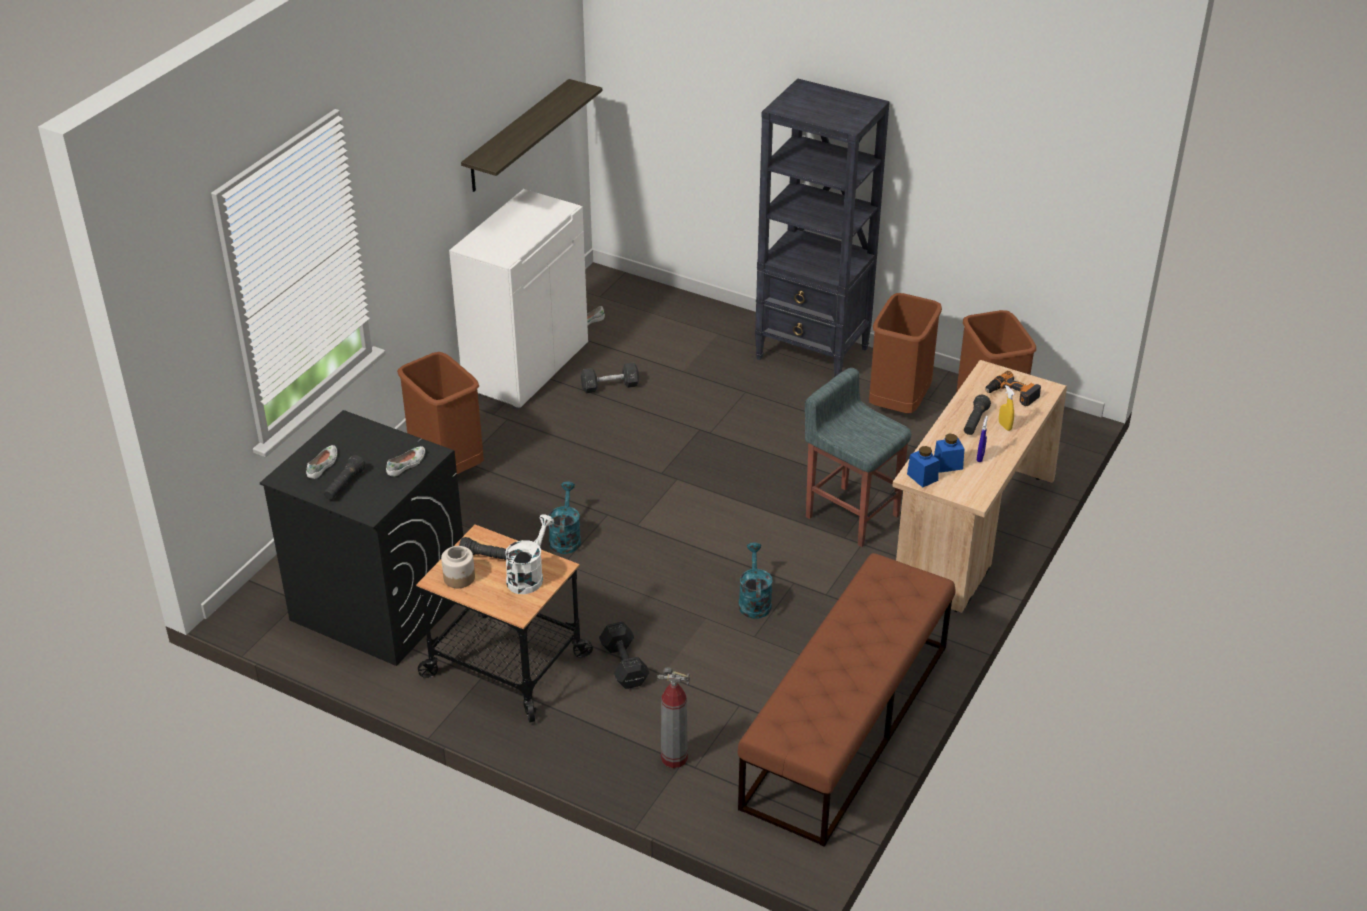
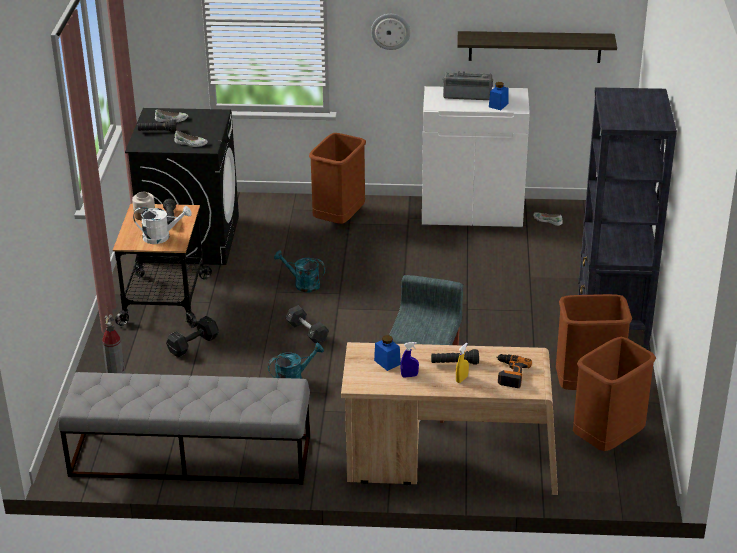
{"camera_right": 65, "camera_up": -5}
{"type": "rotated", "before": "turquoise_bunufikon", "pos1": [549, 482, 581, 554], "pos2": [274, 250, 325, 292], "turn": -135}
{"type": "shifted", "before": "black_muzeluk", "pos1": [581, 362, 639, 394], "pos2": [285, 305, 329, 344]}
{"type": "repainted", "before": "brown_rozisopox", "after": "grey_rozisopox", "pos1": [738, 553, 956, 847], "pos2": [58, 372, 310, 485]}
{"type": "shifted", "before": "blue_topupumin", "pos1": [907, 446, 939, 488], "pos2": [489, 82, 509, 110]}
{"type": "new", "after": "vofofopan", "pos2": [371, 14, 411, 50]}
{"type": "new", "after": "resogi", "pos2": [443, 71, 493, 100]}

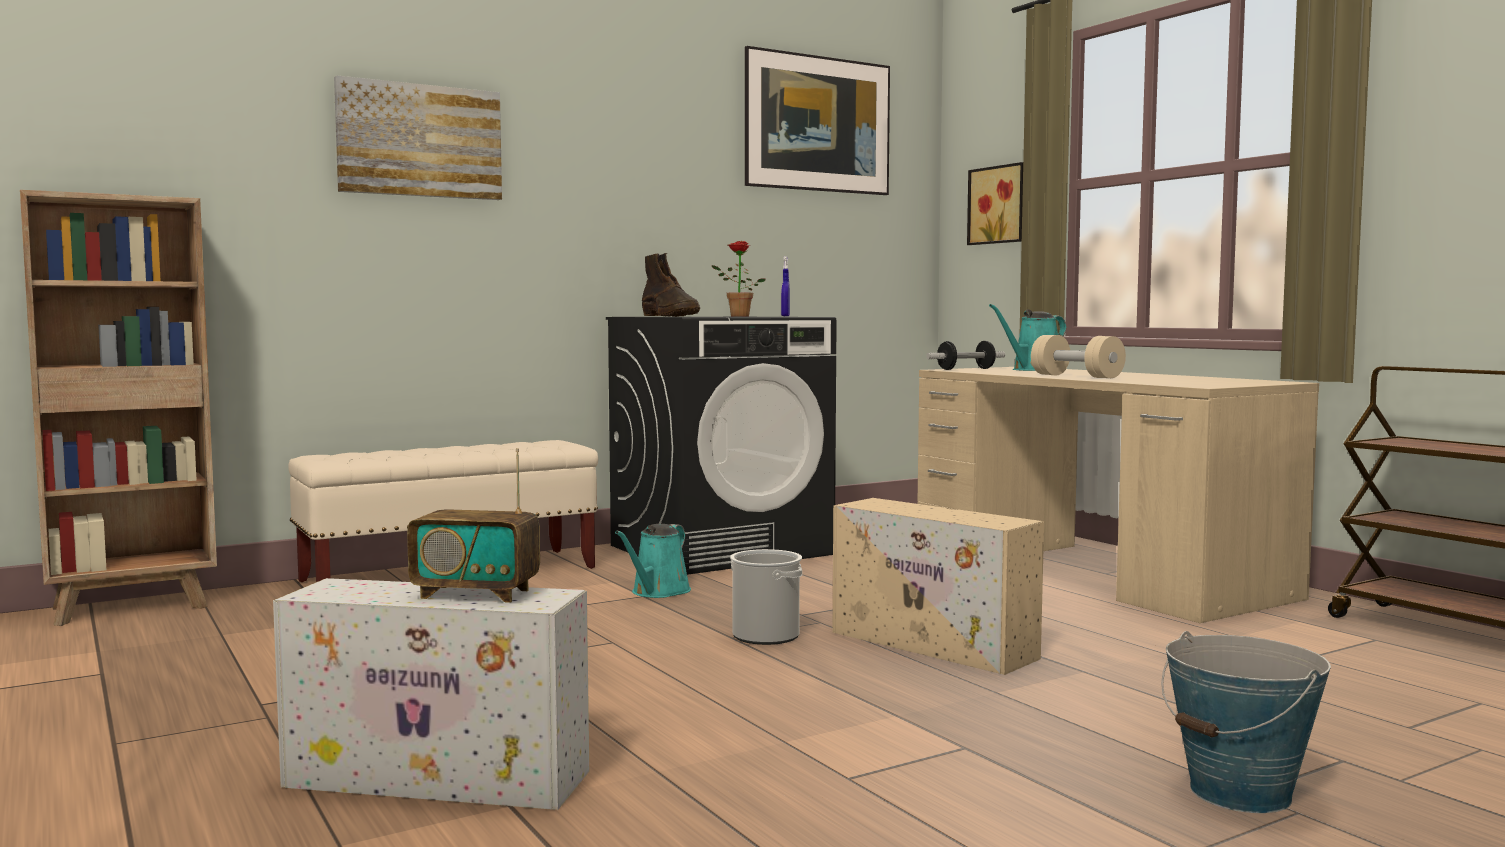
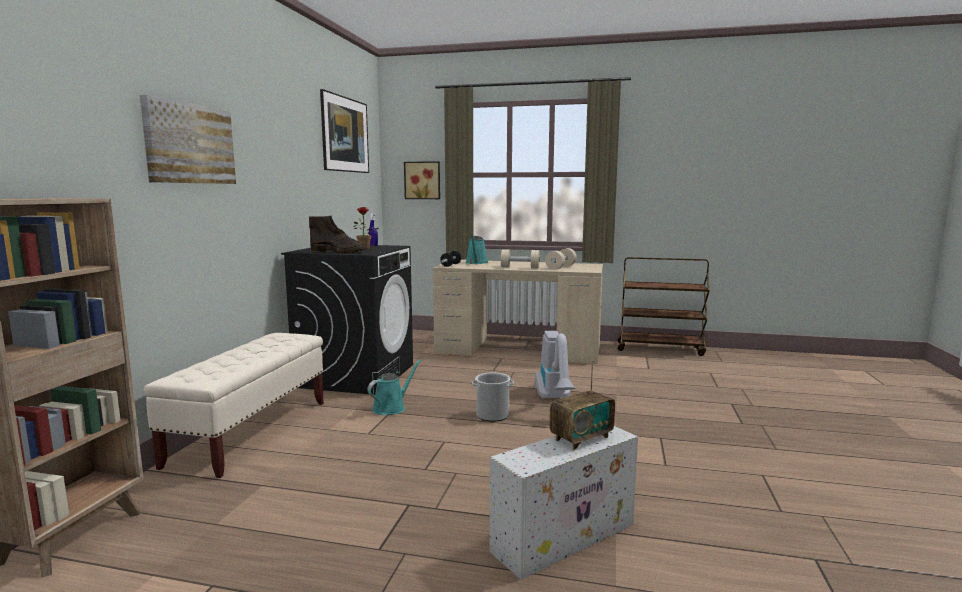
{"camera_right": -45, "camera_up": 5}
{"type": "rotated", "before": "turquoise_bunufikon", "pos1": [615, 524, 691, 598], "pos2": [367, 359, 422, 415], "turn": -120}
{"type": "swapped", "before": "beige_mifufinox", "after": "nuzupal", "pos1": [833, 498, 1044, 675], "pos2": [535, 331, 576, 399]}
{"type": "gone", "before": "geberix", "pos1": [1161, 631, 1331, 813]}
{"type": "new", "after": "beige_muzeluk", "pos2": [545, 248, 577, 270]}

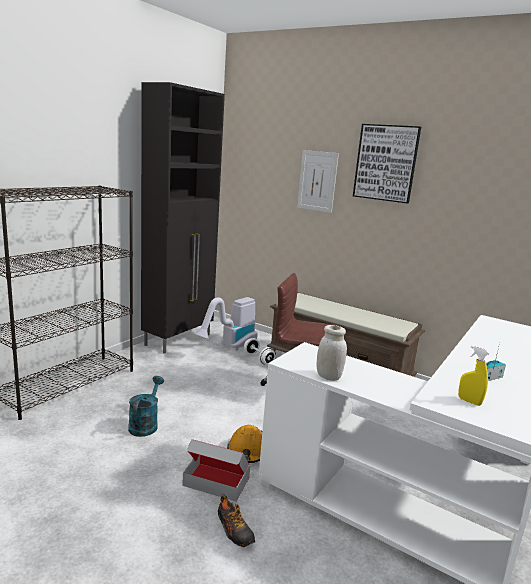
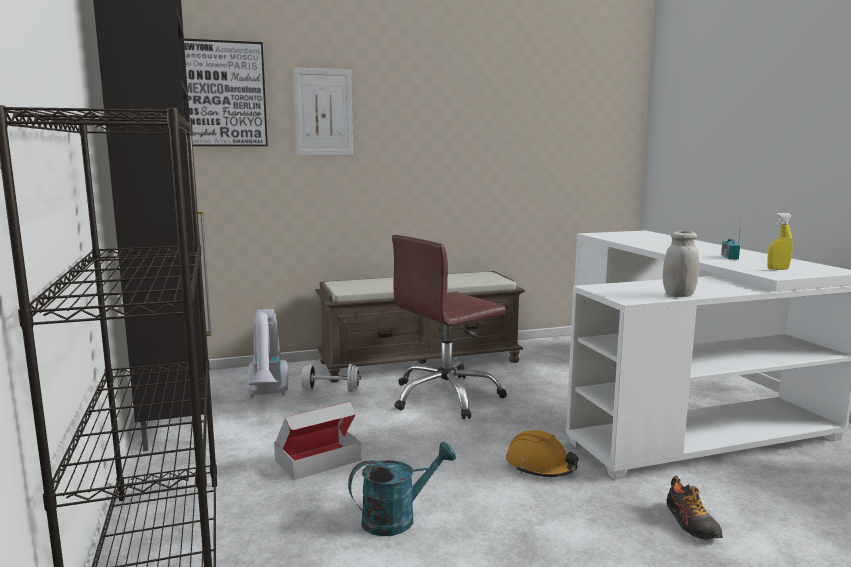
{"camera_right": -50, "camera_up": -5}
{"type": "rotated", "before": "turquoise_bunufikon", "pos1": [128, 376, 164, 437], "pos2": [348, 442, 456, 536], "turn": 105}
{"type": "shifted", "before": "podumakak", "pos1": [182, 439, 250, 501], "pos2": [274, 402, 361, 480]}
{"type": "rotated", "before": "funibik", "pos1": [218, 494, 255, 547], "pos2": [666, 476, 723, 540], "turn": 75}
{"type": "shifted", "before": "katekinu", "pos1": [353, 124, 421, 203], "pos2": [184, 39, 268, 146]}

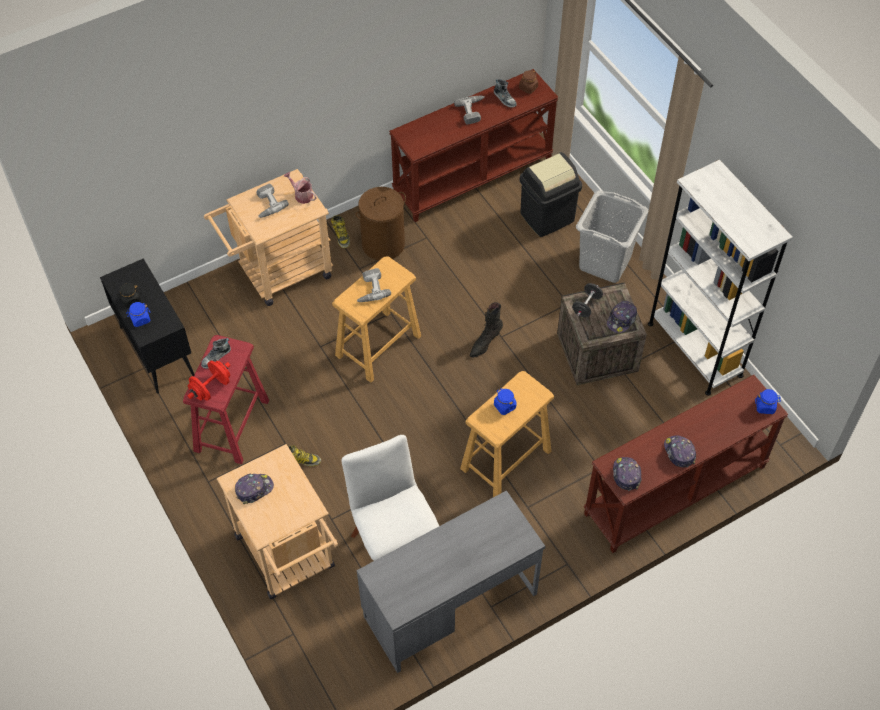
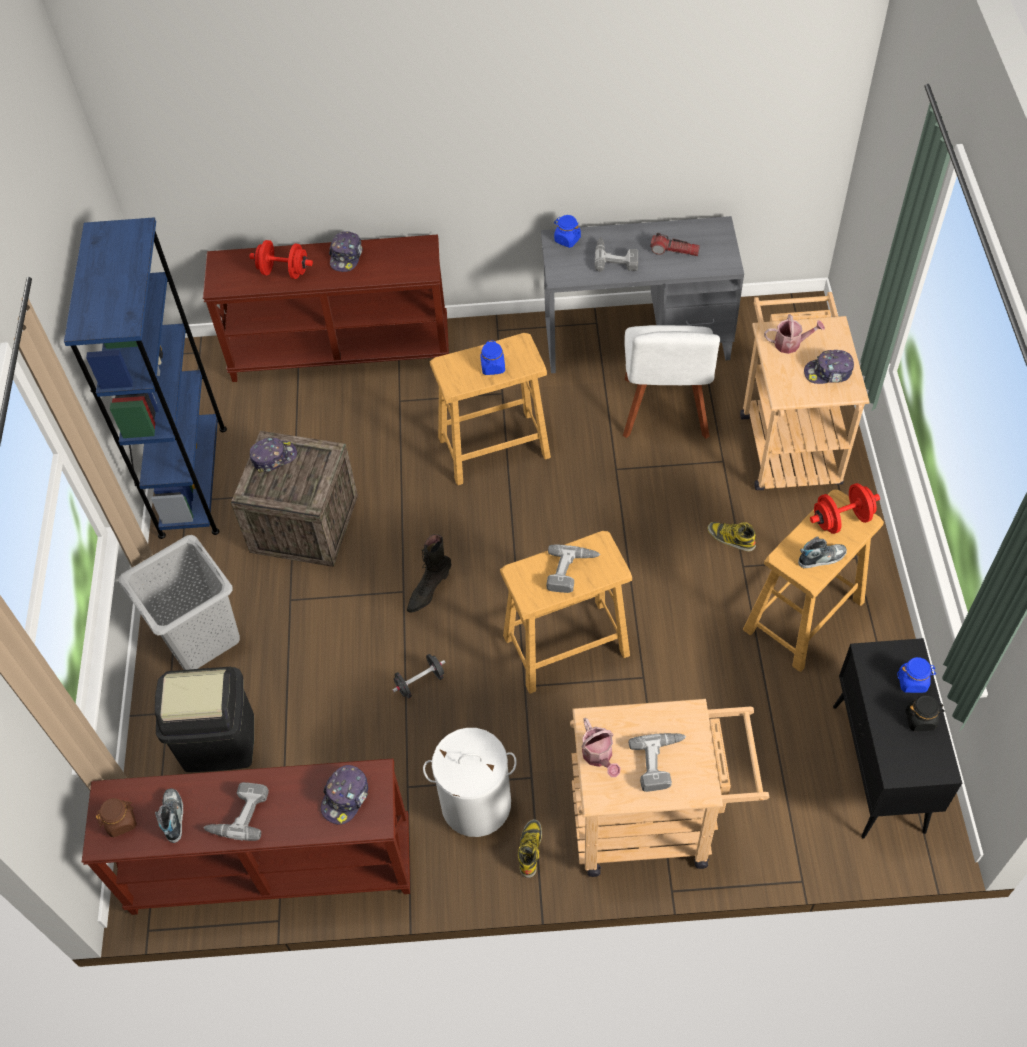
{"camera_right": -150, "camera_up": 0}
{"type": "repainted", "before": "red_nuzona", "after": "beige_nuzona", "pos1": [183, 335, 269, 464], "pos2": [743, 490, 884, 672]}
{"type": "repainted", "before": "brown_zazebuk", "after": "white_zazebuk", "pos1": [355, 187, 406, 260], "pos2": [423, 728, 517, 837]}
{"type": "rotated", "before": "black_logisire", "pos1": [470, 302, 503, 357], "pos2": [407, 534, 451, 612], "turn": 150}
{"type": "shifted", "before": "black_muzeluk", "pos1": [572, 283, 603, 317], "pos2": [393, 654, 446, 698]}
{"type": "shifted", "before": "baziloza", "pos1": [613, 457, 642, 491], "pos2": [321, 765, 368, 825]}
{"type": "repainted", "before": "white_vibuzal", "after": "blue_vibuzal", "pos1": [648, 160, 793, 396], "pos2": [64, 217, 227, 539]}
{"type": "shifted", "before": "blue_topupumin", "pos1": [755, 389, 781, 414], "pos2": [554, 215, 581, 248]}
{"type": "new", "after": "red_muzeluk", "pos2": [250, 240, 313, 279]}
{"type": "new", "after": "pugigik", "pos2": [595, 237, 638, 272]}
{"type": "new", "after": "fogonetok", "pos2": [650, 233, 700, 256]}
{"type": "new", "after": "bunufikon", "pos2": [764, 314, 825, 354]}

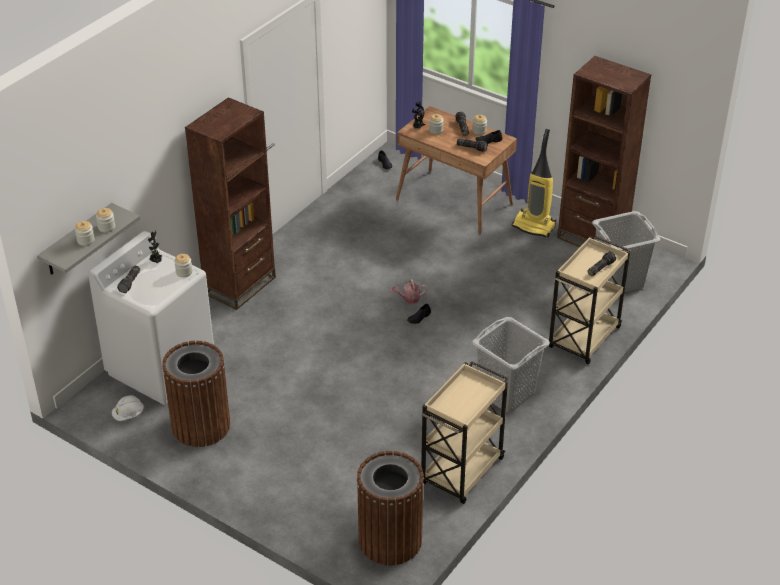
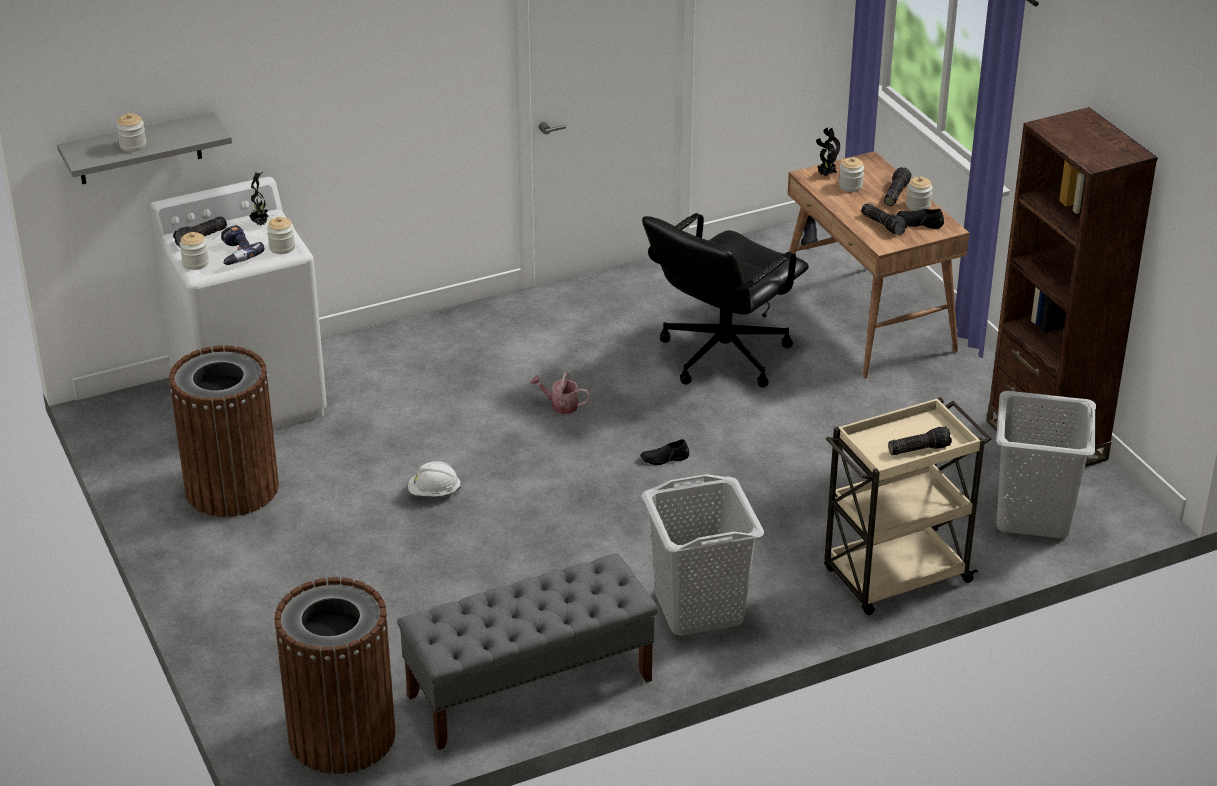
{"camera_right": 30, "camera_up": -5}
{"type": "shifted", "before": "topupumin", "pos1": [96, 208, 115, 233], "pos2": [180, 232, 209, 270]}
{"type": "shifted", "before": "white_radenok", "pos1": [112, 395, 144, 421], "pos2": [408, 461, 461, 497]}
{"type": "gone", "before": "brown_vibuzal", "pos1": [185, 97, 276, 310]}
{"type": "shifted", "before": "bunufikon", "pos1": [391, 279, 427, 304], "pos2": [530, 372, 590, 414]}
{"type": "swapped", "before": "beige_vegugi", "after": "grey_rozisopox", "pos1": [421, 361, 508, 504], "pos2": [397, 553, 658, 750]}
{"type": "gone", "before": "nuzupal", "pos1": [512, 129, 556, 237]}
{"type": "new", "after": "pugigik", "pos2": [221, 225, 264, 265]}
{"type": "new", "after": "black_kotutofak", "pos2": [642, 213, 809, 387]}

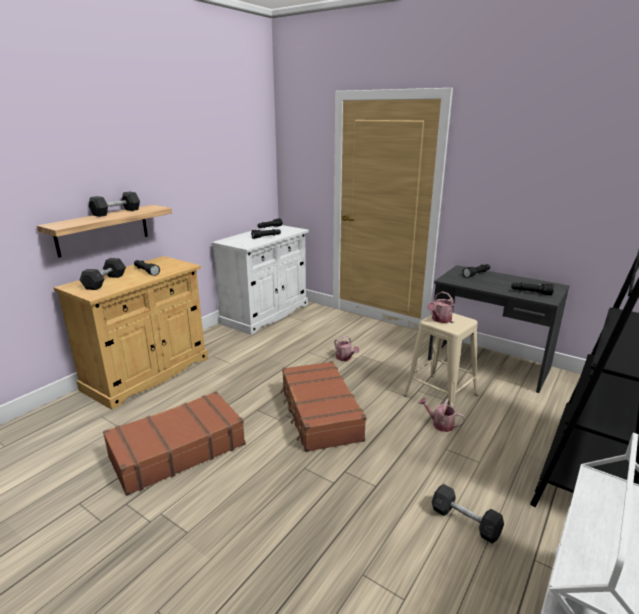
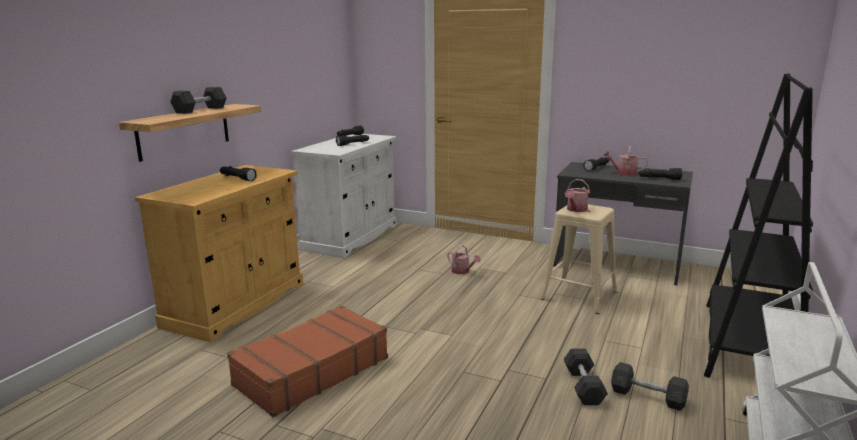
{"camera_right": -10, "camera_up": -5}
{"type": "shifted", "before": "grey_muzeluk", "pos1": [80, 258, 126, 290], "pos2": [564, 348, 608, 405]}
{"type": "gone", "before": "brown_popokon", "pos1": [280, 361, 366, 452]}
{"type": "shifted", "before": "bunufikon", "pos1": [418, 398, 465, 432], "pos2": [602, 146, 648, 176]}

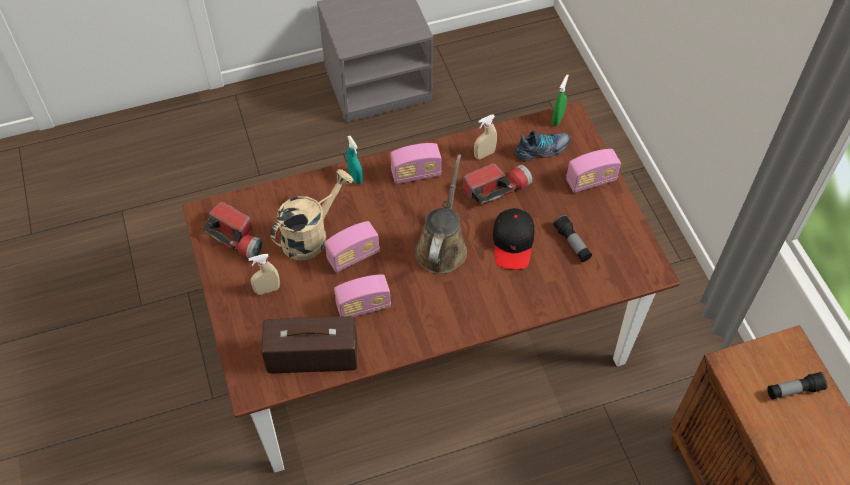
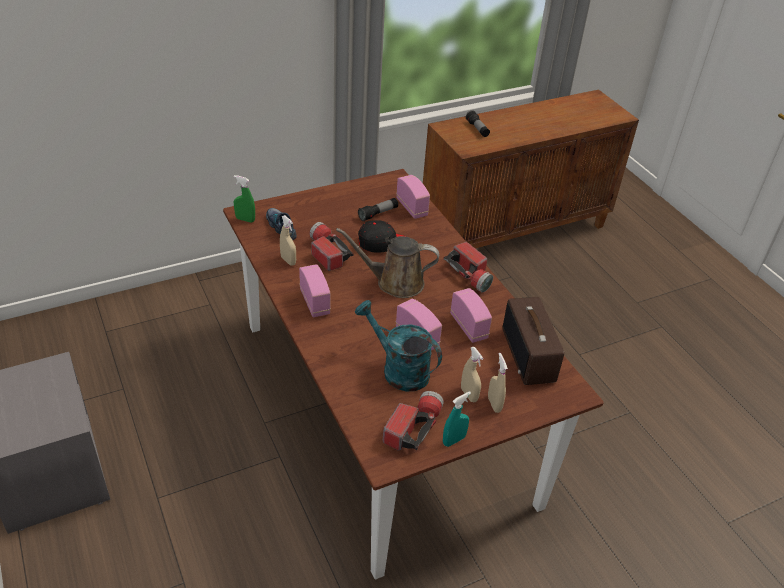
{"camera_right": -100, "camera_up": -15}
{"type": "repainted", "before": "beige_bunufikon", "after": "turquoise_bunufikon", "pos1": [270, 169, 353, 260], "pos2": [355, 300, 442, 391]}
{"type": "shifted", "before": "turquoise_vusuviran", "pos1": [347, 136, 363, 184], "pos2": [443, 391, 471, 447]}
{"type": "shifted", "before": "resogi", "pos1": [566, 149, 621, 193], "pos2": [396, 175, 430, 219]}
{"type": "new", "after": "fogonetok", "pos2": [443, 242, 493, 293]}
{"type": "new", "after": "beige_vusuviran", "pos2": [488, 353, 508, 413]}

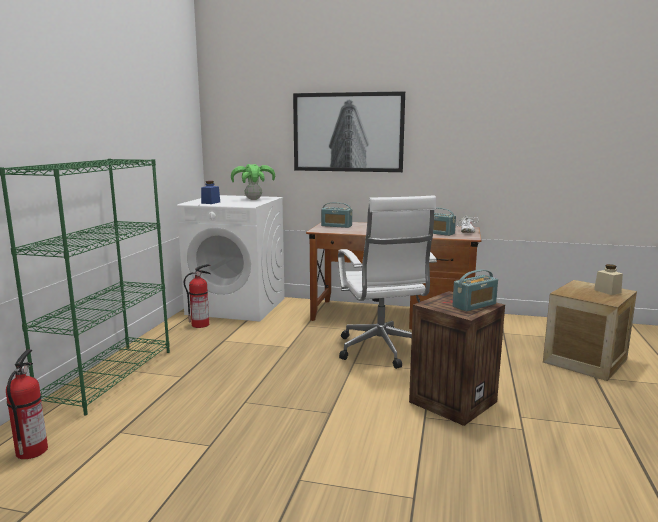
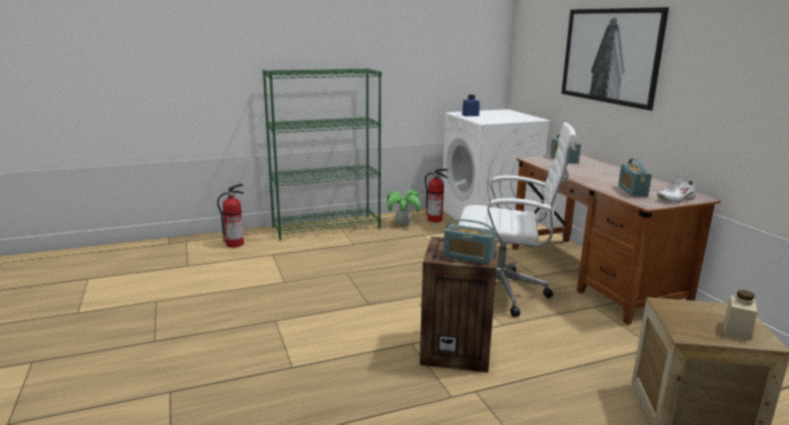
{"camera_right": 55, "camera_up": 5}
{"type": "shifted", "before": "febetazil", "pos1": [231, 164, 275, 200], "pos2": [387, 190, 421, 225]}
{"type": "rotated", "before": "white_kotutofak", "pos1": [338, 196, 437, 369], "pos2": [459, 122, 576, 317], "turn": -120}

